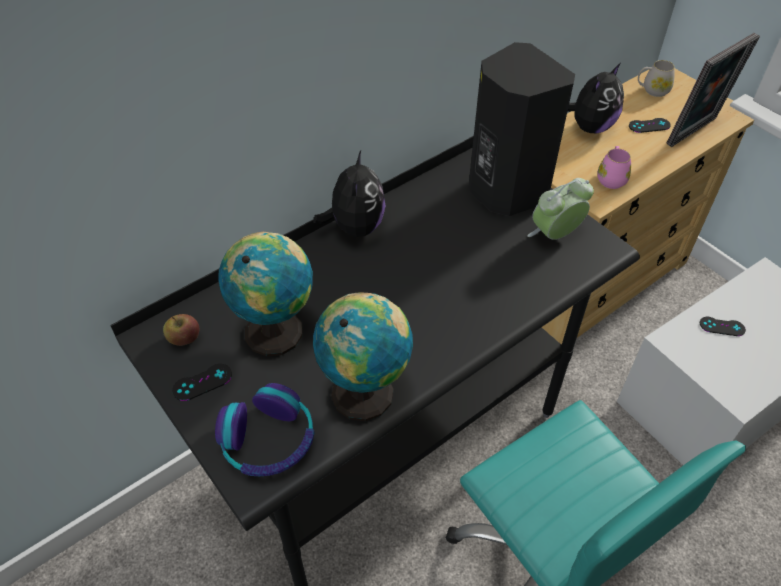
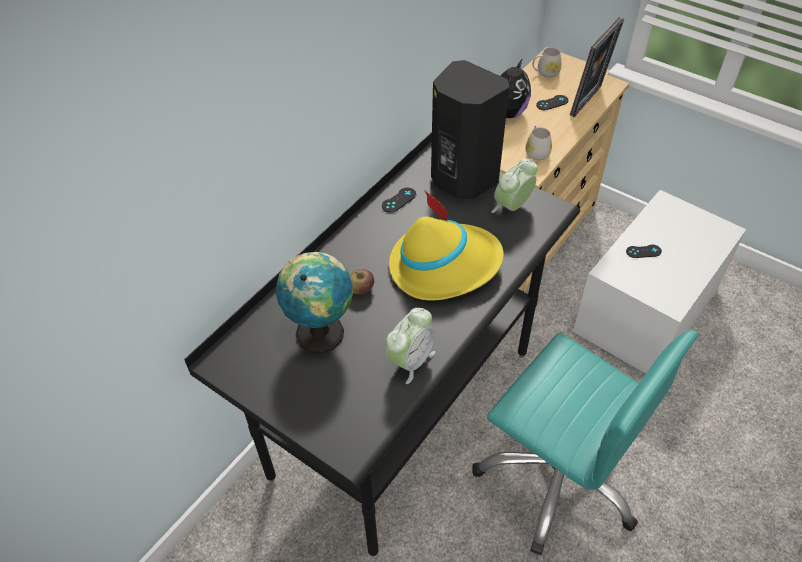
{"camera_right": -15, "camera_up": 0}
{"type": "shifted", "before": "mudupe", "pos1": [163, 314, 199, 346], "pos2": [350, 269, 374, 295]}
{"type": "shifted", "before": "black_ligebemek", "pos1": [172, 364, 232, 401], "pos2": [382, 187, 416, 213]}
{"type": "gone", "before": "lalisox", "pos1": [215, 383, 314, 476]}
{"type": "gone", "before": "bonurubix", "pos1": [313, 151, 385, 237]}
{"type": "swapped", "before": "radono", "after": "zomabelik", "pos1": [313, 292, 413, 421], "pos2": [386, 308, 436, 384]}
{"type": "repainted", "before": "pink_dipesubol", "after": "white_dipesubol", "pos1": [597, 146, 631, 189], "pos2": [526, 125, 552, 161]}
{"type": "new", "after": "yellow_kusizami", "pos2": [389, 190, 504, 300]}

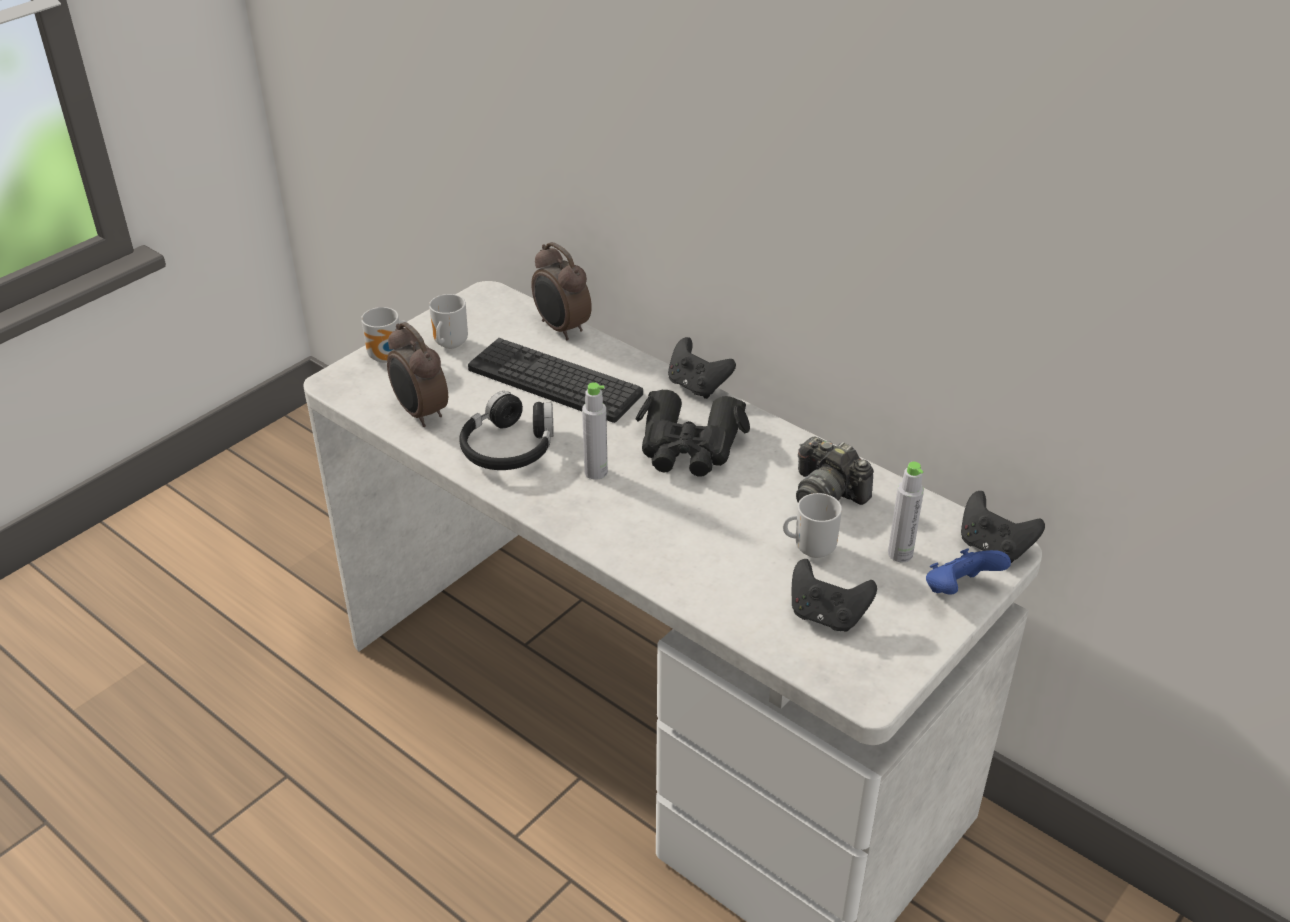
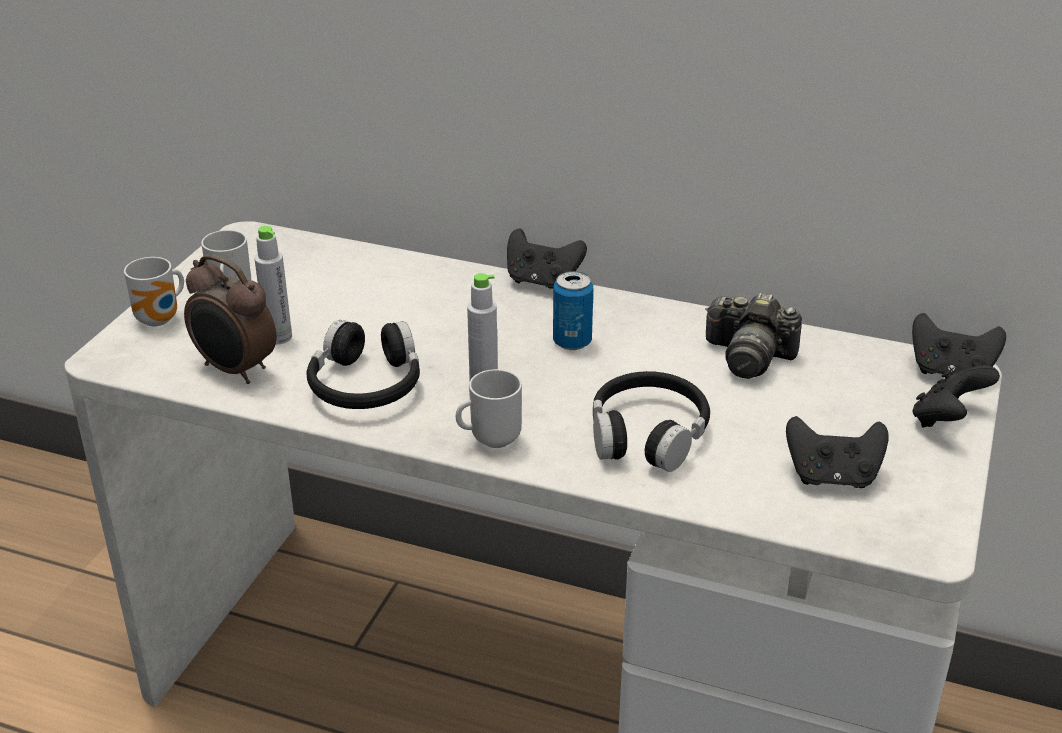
{"camera_right": -20, "camera_up": -5}
{"type": "gone", "before": "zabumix", "pos1": [468, 338, 643, 423]}
{"type": "gone", "before": "zomabelik", "pos1": [531, 242, 592, 340]}
{"type": "swapped", "before": "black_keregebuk", "after": "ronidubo", "pos1": [636, 390, 750, 476], "pos2": [553, 271, 593, 350]}
{"type": "shifted", "before": "dipesubol", "pos1": [783, 493, 842, 558], "pos2": [456, 369, 522, 448]}
{"type": "shifted", "before": "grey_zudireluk", "pos1": [888, 462, 924, 562], "pos2": [255, 226, 292, 344]}
{"type": "repainted", "before": "blue_ligebemek", "after": "black_ligebemek", "pos1": [926, 548, 1011, 595], "pos2": [912, 365, 1000, 427]}
{"type": "new", "after": "black_lalisox", "pos2": [593, 371, 710, 472]}

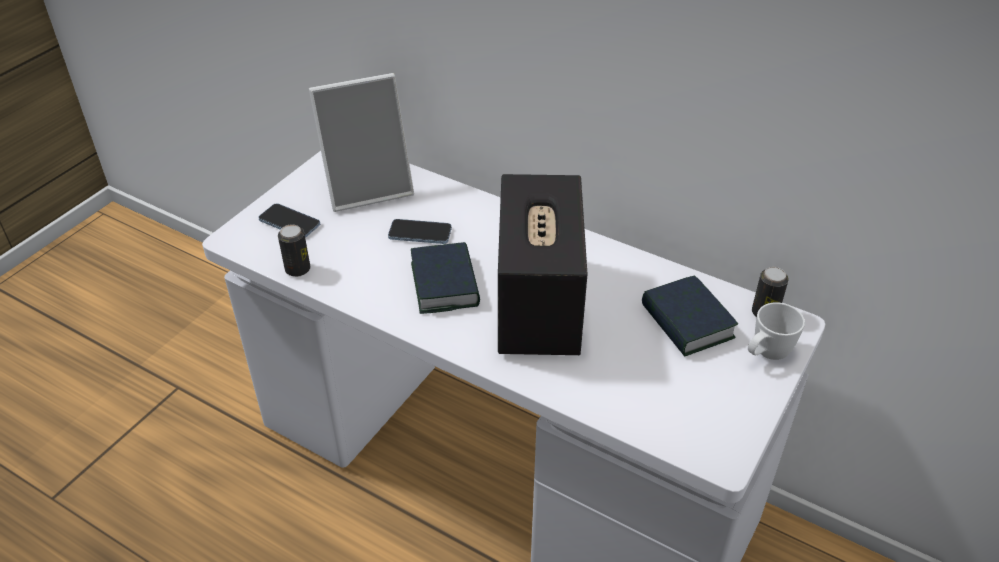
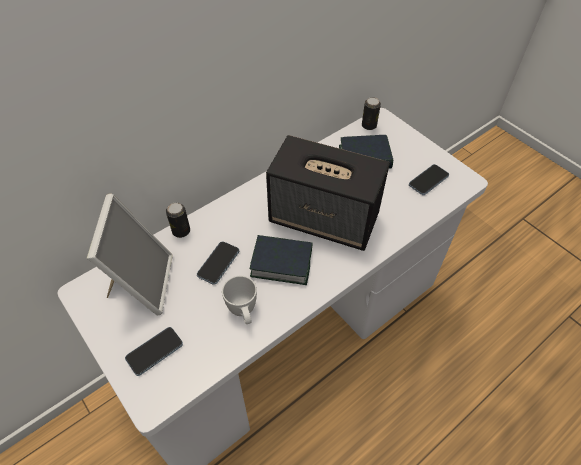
{"camera_right": -70, "camera_up": 10}
{"type": "shifted", "before": "ronidubo", "pos1": [278, 224, 310, 277], "pos2": [166, 202, 190, 238]}
{"type": "shifted", "before": "white_dipesubol", "pos1": [748, 302, 805, 360], "pos2": [222, 276, 257, 324]}
{"type": "new", "after": "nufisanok", "pos2": [409, 164, 449, 195]}

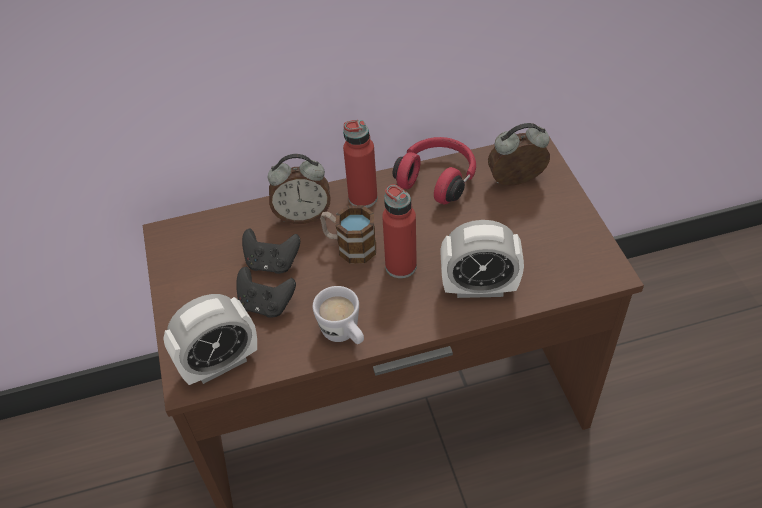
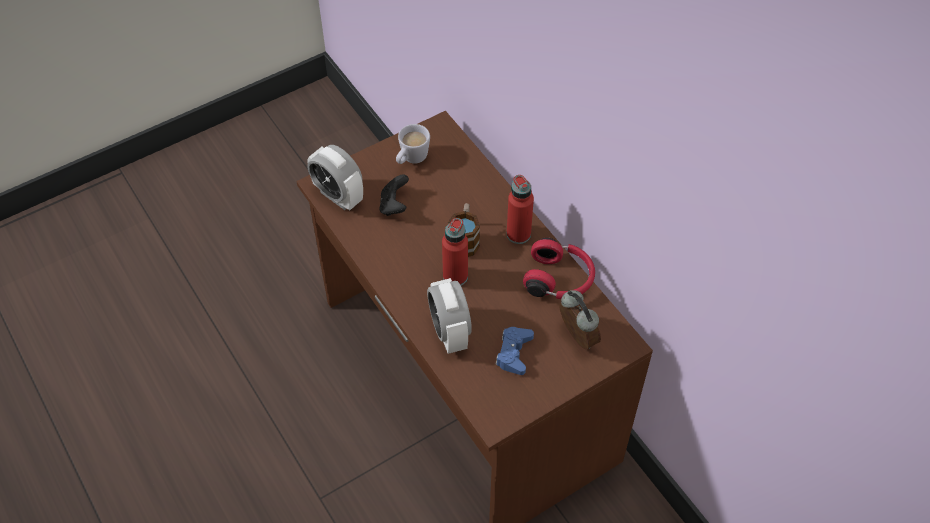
{"camera_right": 70, "camera_up": 5}
{"type": "gone", "before": "black_ligebemek", "pos1": [242, 228, 300, 274]}
{"type": "gone", "before": "zomabelik", "pos1": [268, 154, 331, 224]}
{"type": "shifted", "before": "white_dipesubol", "pos1": [313, 286, 364, 344], "pos2": [396, 124, 430, 164]}
{"type": "new", "after": "blue_ligebemek", "pos2": [495, 327, 534, 375]}

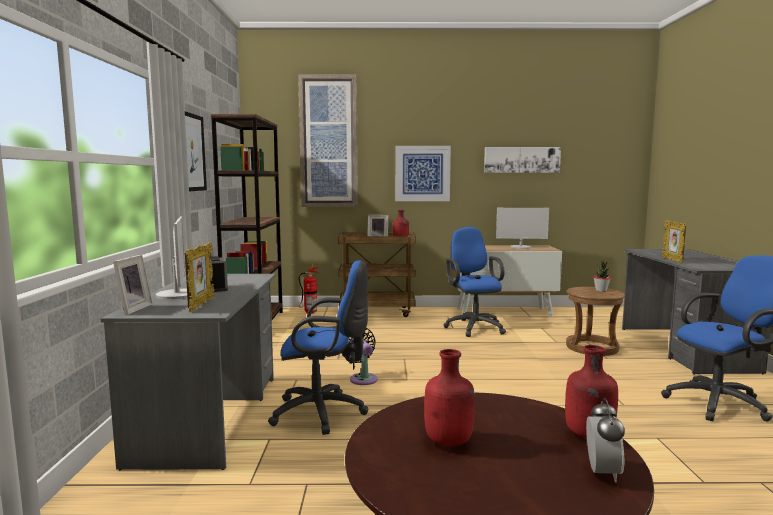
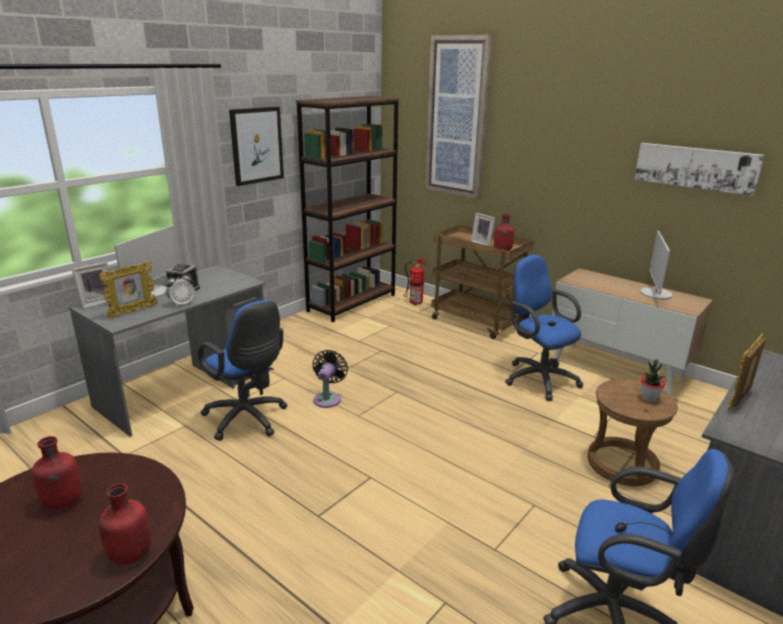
{"camera_right": 40, "camera_up": 15}
{"type": "gone", "before": "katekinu", "pos1": [395, 146, 451, 201]}
{"type": "rotated", "before": "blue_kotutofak", "pos1": [444, 227, 506, 337], "pos2": [505, 255, 583, 401], "turn": -60}
{"type": "rotated", "before": "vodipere", "pos1": [496, 208, 549, 249], "pos2": [641, 231, 673, 300], "turn": 60}
{"type": "shifted", "before": "zomabelik", "pos1": [586, 398, 625, 482], "pos2": [166, 271, 194, 307]}

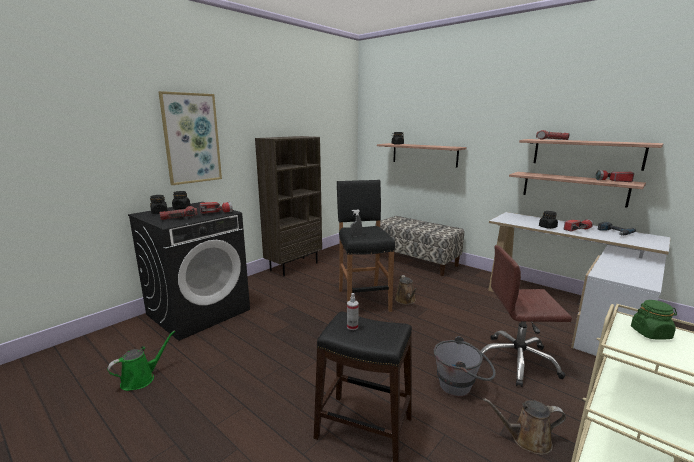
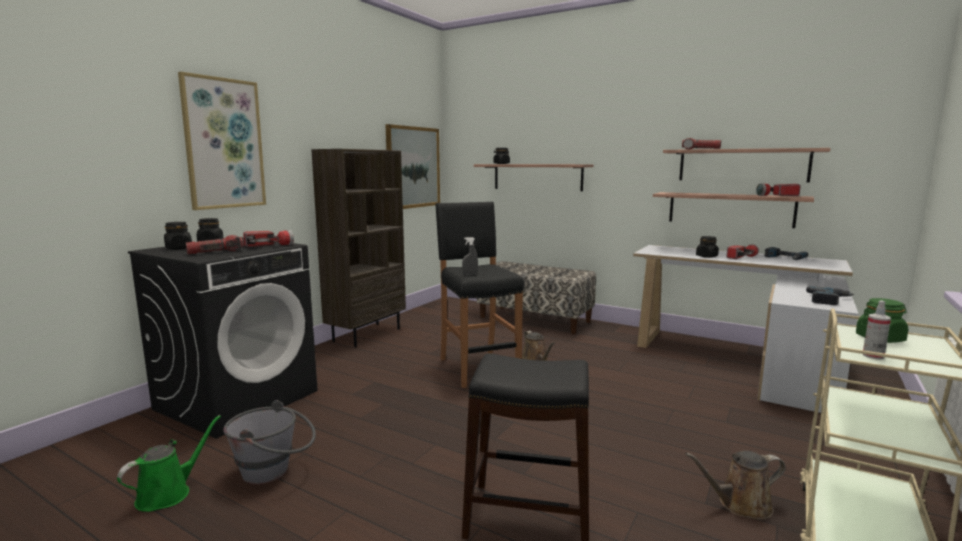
{"camera_right": -10, "camera_up": -5}
{"type": "shifted", "before": "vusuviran", "pos1": [347, 293, 359, 330], "pos2": [863, 300, 891, 359]}
{"type": "shifted", "before": "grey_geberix", "pos1": [434, 336, 496, 397], "pos2": [223, 400, 316, 485]}
{"type": "gone", "before": "brown_kotutofak", "pos1": [481, 245, 572, 387]}
{"type": "new", "after": "katekinu", "pos2": [385, 124, 440, 209]}
{"type": "new", "after": "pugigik", "pos2": [806, 286, 854, 305]}

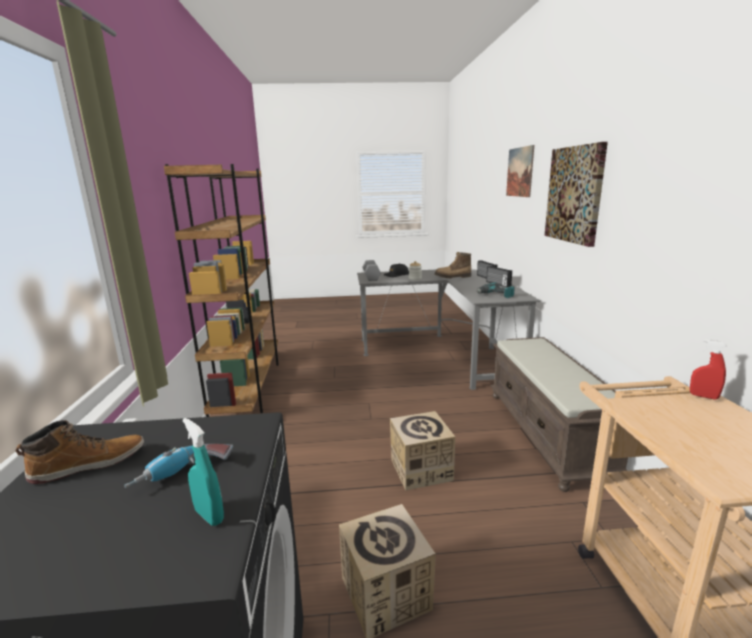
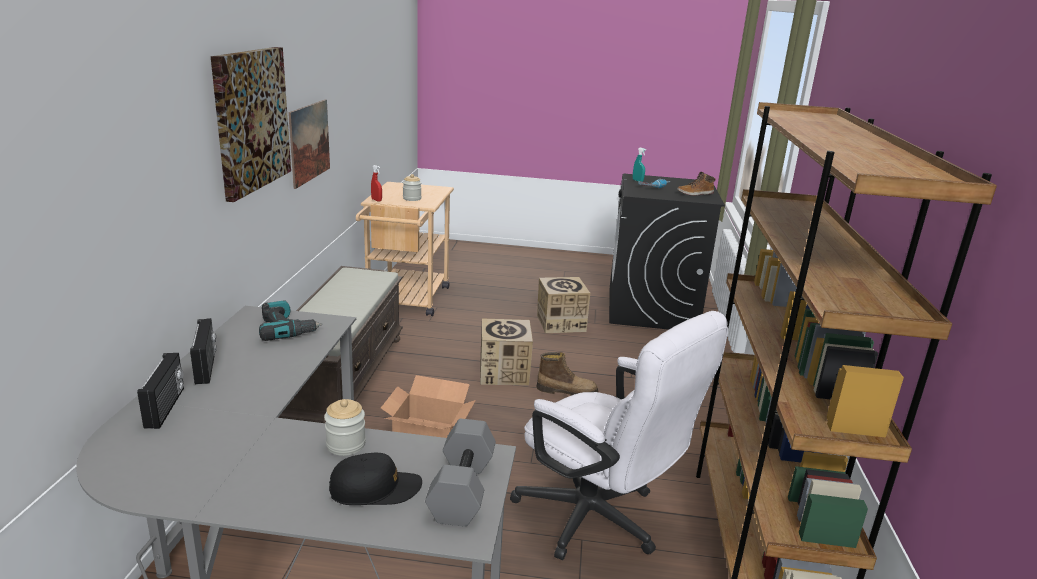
{"camera_right": -170, "camera_up": 5}
{"type": "shifted", "before": "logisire", "pos1": [435, 252, 471, 279], "pos2": [537, 352, 598, 396]}
{"type": "shifted", "before": "katekinu", "pos1": [506, 145, 534, 197], "pos2": [288, 100, 330, 189]}
{"type": "new", "after": "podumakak", "pos2": [381, 375, 476, 438]}
{"type": "new", "after": "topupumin", "pos2": [403, 174, 422, 201]}
{"type": "new", "after": "white_kotutofak", "pos2": [510, 311, 728, 560]}

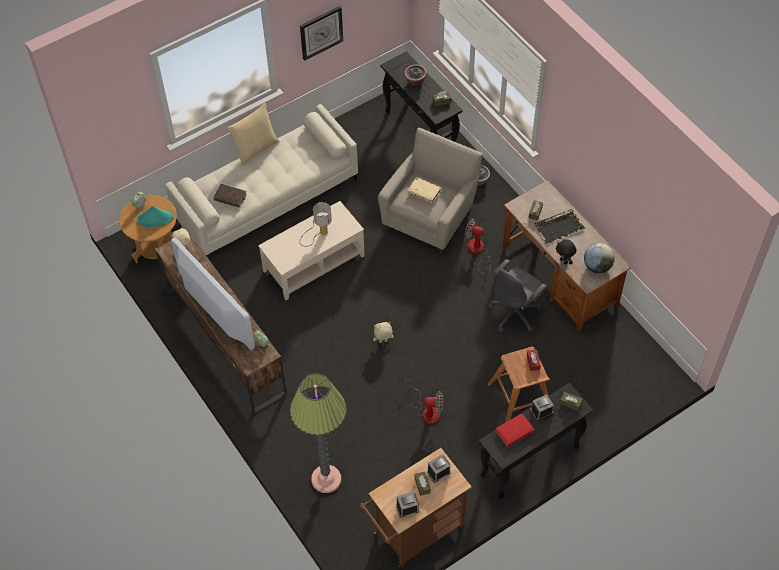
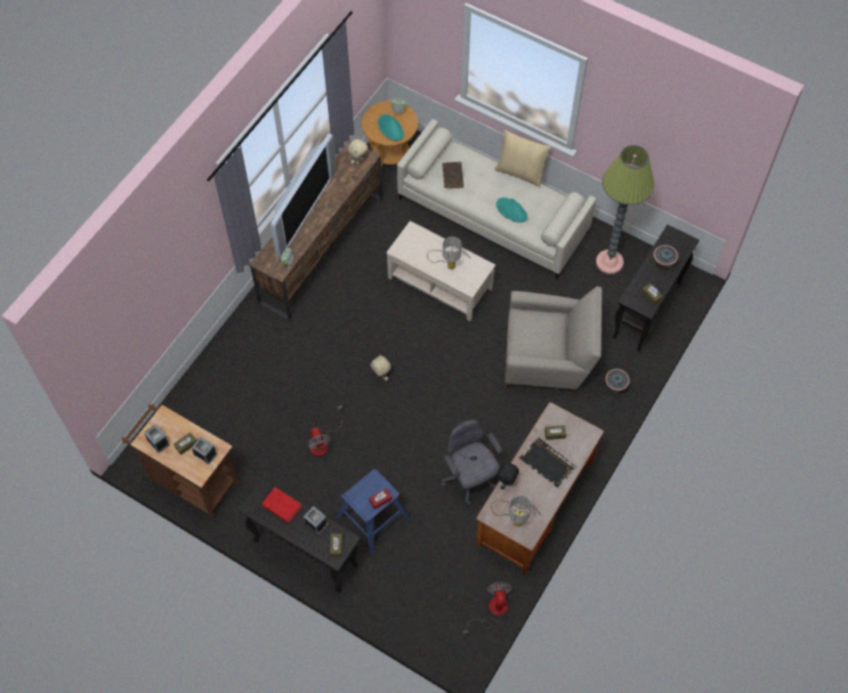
{"camera_right": 65, "camera_up": 5}
{"type": "shifted", "before": "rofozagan", "pos1": [290, 373, 347, 493], "pos2": [596, 145, 654, 274]}
{"type": "gone", "before": "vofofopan", "pos1": [300, 6, 343, 61]}
{"type": "gone", "before": "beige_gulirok", "pos1": [408, 177, 441, 203]}
{"type": "shifted", "before": "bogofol", "pos1": [465, 219, 491, 274], "pos2": [463, 582, 512, 633]}
{"type": "rotated", "before": "grey_kotutofak", "pos1": [488, 259, 547, 333], "pos2": [441, 419, 503, 506], "turn": 45}
{"type": "repainted", "before": "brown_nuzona", "after": "blue_nuzona", "pos1": [488, 347, 550, 423], "pos2": [337, 469, 411, 554]}
{"type": "swapped", "before": "radono", "after": "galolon", "pos1": [584, 243, 615, 273], "pos2": [491, 496, 540, 527]}
{"type": "new", "after": "turquoise_kusizami", "pos2": [496, 197, 528, 223]}

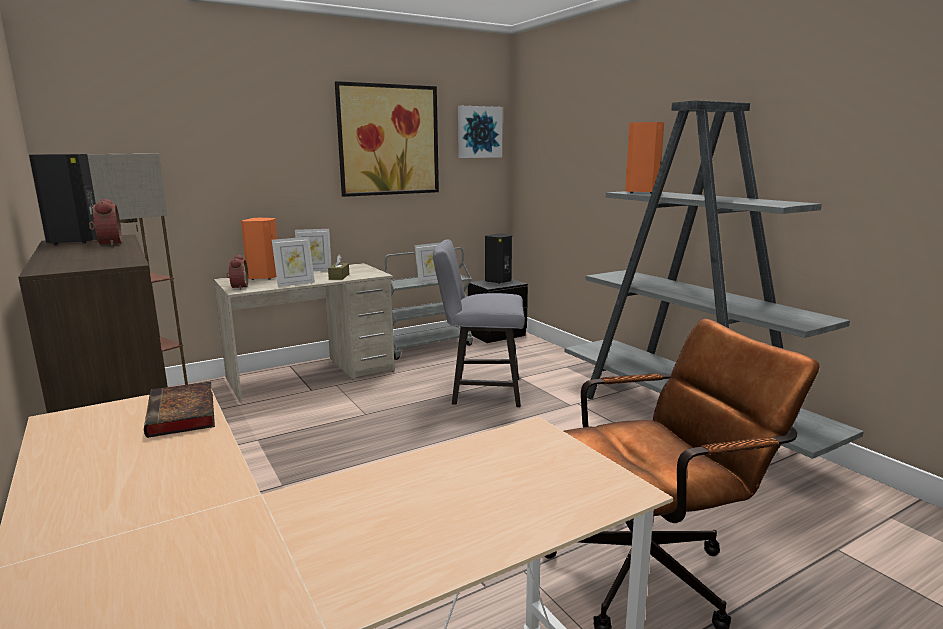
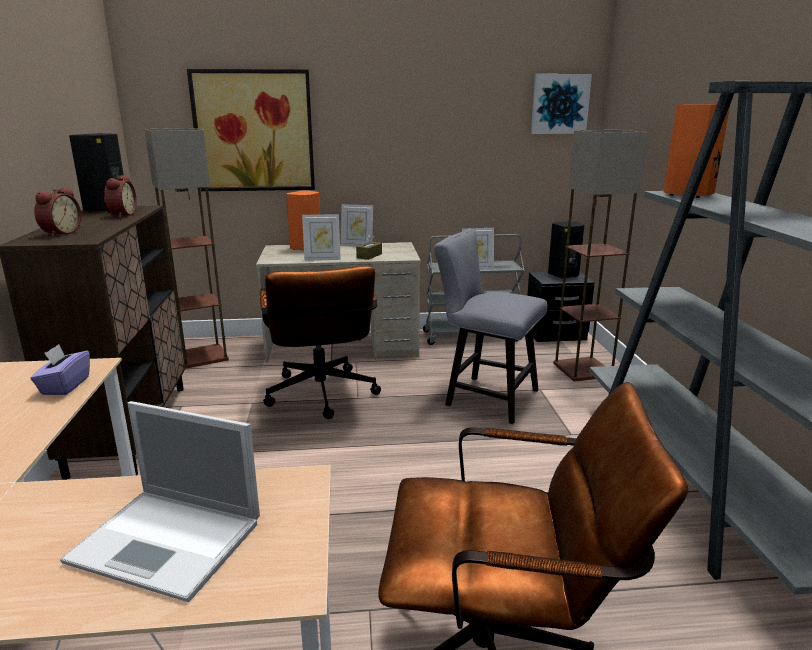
{"camera_right": 25, "camera_up": 5}
{"type": "swapped", "before": "gulirok", "after": "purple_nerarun", "pos1": [144, 382, 215, 438], "pos2": [30, 344, 90, 395]}
{"type": "shifted", "before": "zomabelik", "pos1": [226, 255, 248, 290], "pos2": [34, 187, 81, 237]}
{"type": "shifted", "before": "katekinu", "pos1": [335, 81, 439, 197], "pos2": [187, 69, 315, 191]}
{"type": "new", "after": "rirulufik", "pos2": [60, 401, 260, 602]}
{"type": "new", "after": "brown_kotutofak", "pos2": [260, 266, 381, 419]}
{"type": "new", "after": "rofozagan", "pos2": [553, 130, 648, 381]}

